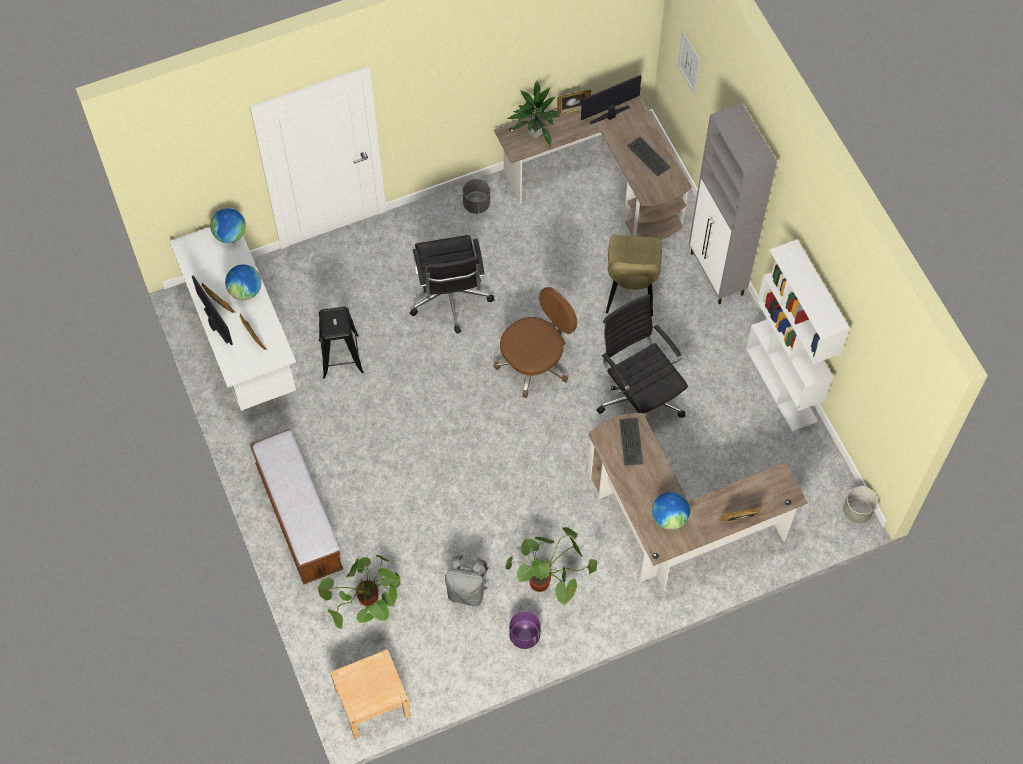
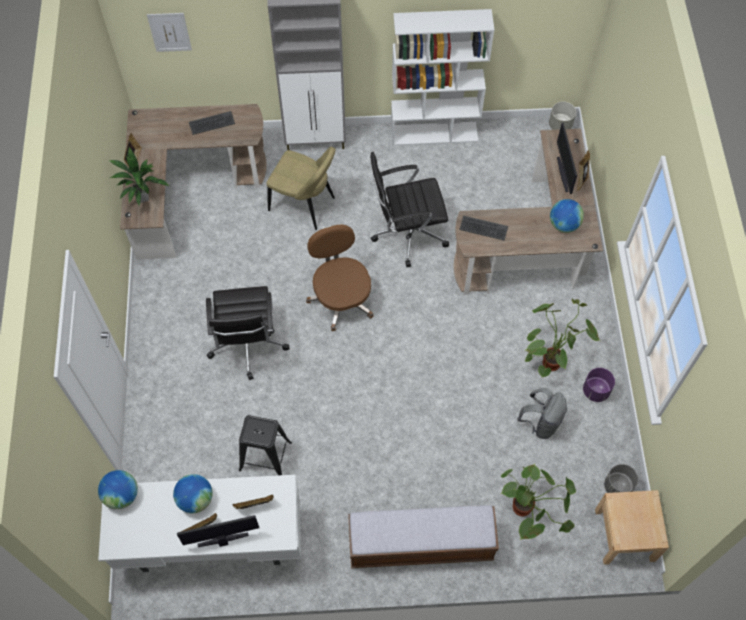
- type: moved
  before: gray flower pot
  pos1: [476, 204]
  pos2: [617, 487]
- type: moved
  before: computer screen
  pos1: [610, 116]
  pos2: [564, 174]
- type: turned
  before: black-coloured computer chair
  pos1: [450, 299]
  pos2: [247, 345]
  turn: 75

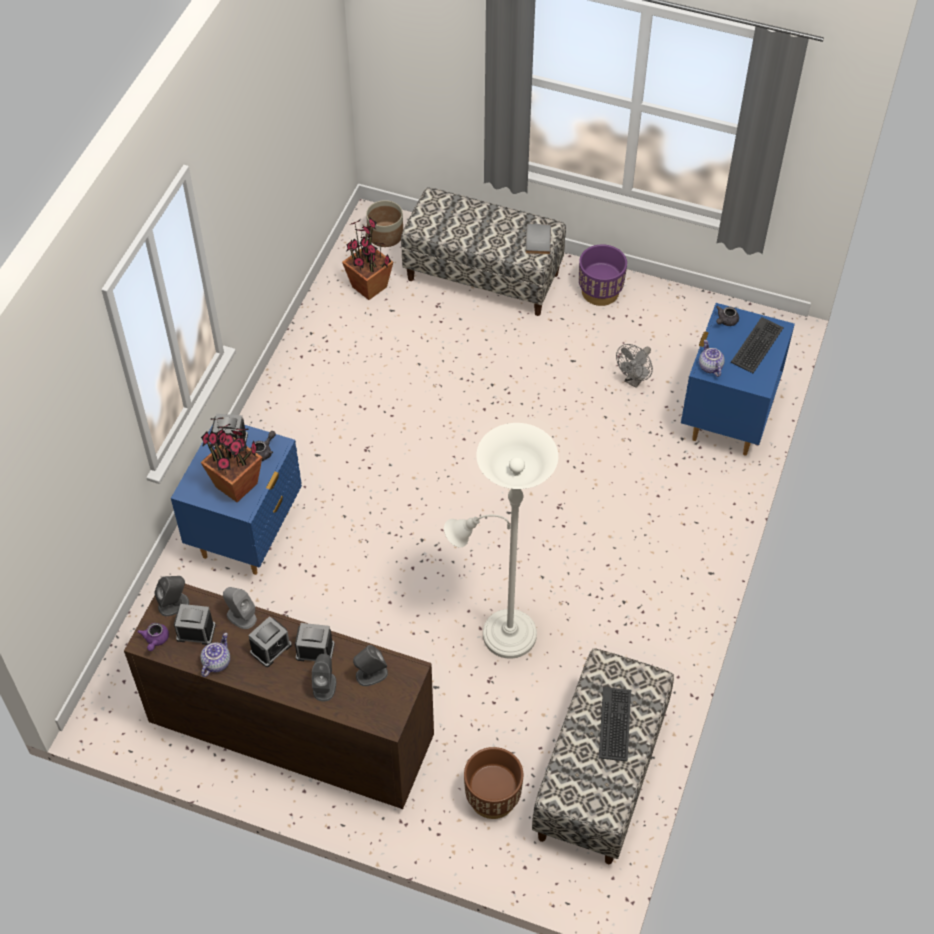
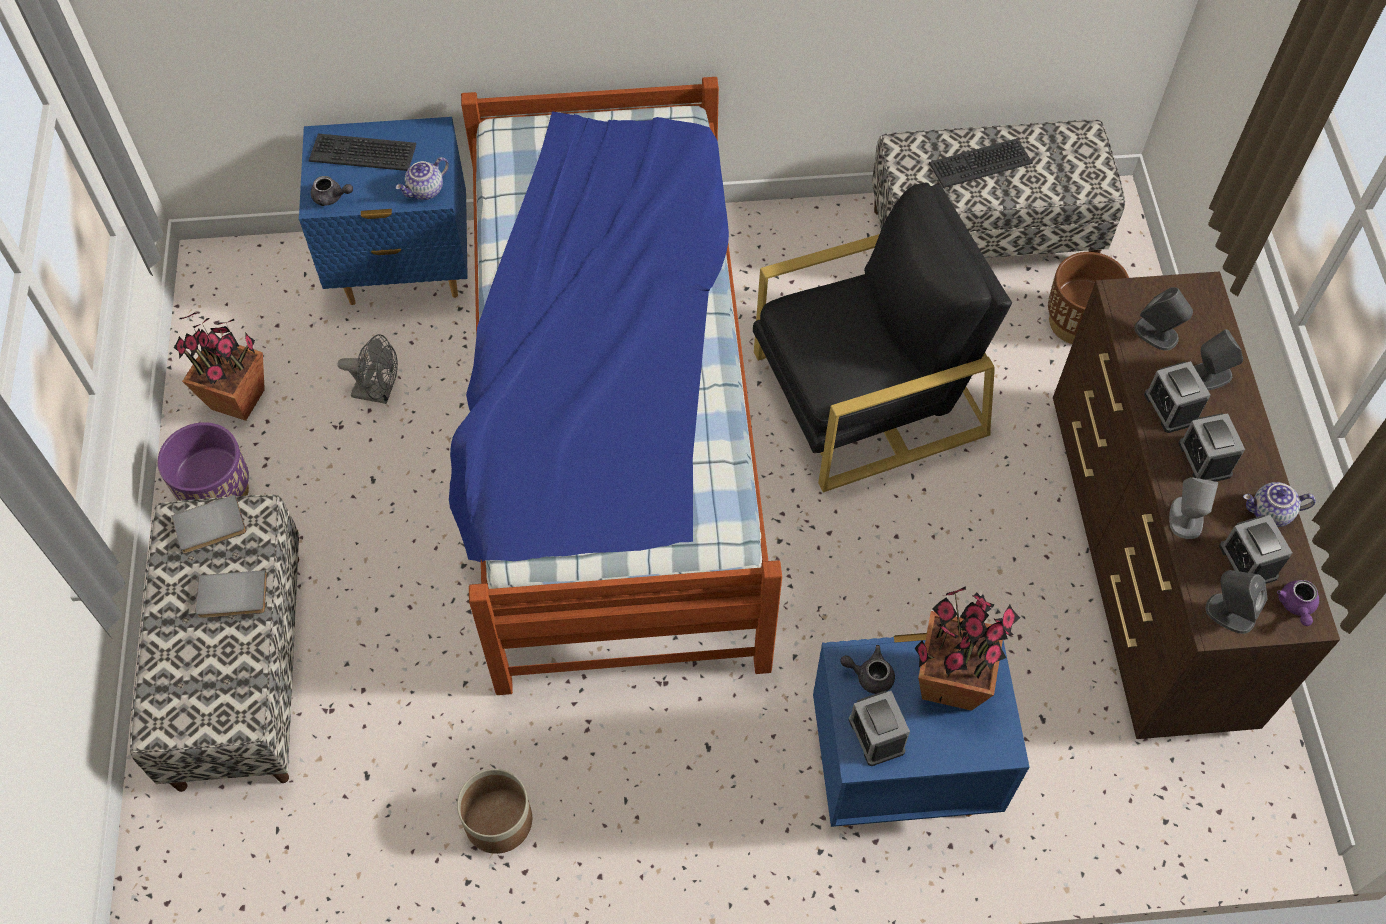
- type: added
  after: gray book
  pos2: [232, 598]
- type: added
  after: bed
  pos2: [612, 429]
- type: moved
  before: houseplant
  pos1: [369, 287]
  pos2: [238, 399]
- type: moved
  before: flower pot
  pos1: [386, 235]
  pos2: [498, 820]
- type: replaced
  before: whitish standard lamp
  after: black-coloured easy chair
  pos1: [501, 634]
  pos2: [867, 394]
- type: turned
  before: purplish tea pot
  pos1: [155, 640]
  pos2: [1296, 606]
  turn: 120
- type: turned
  before: alarm clock
  pos1: [271, 649]
  pos2: [1204, 459]
  turn: -120

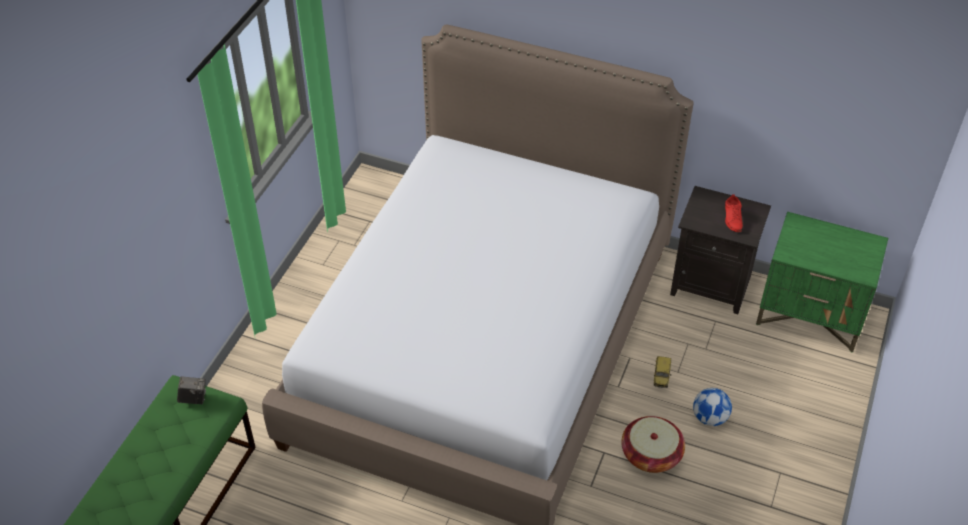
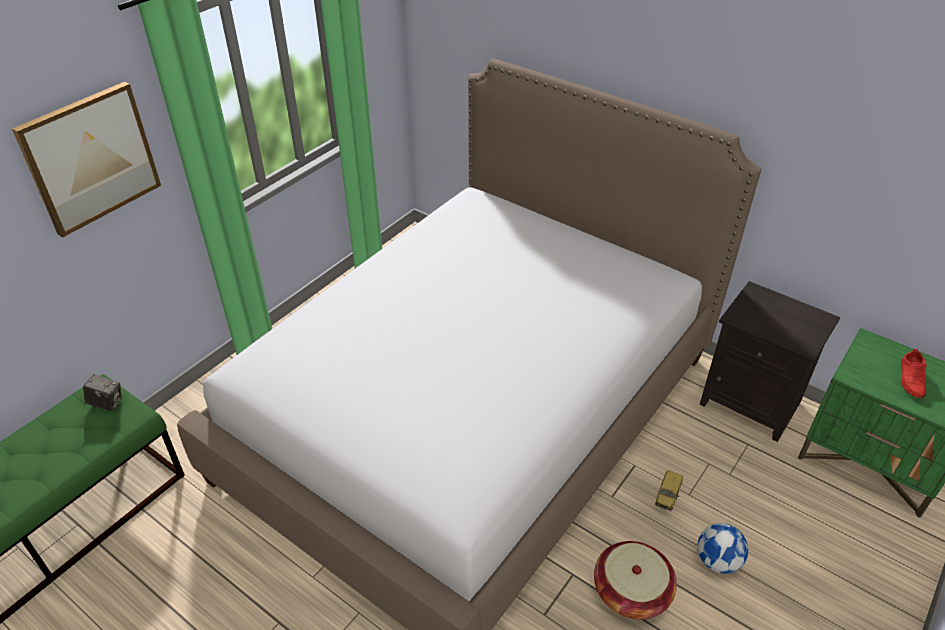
- type: added
  after: picture
  pos2: [90, 158]
- type: moved
  before: reddish shoe
  pos1: [733, 218]
  pos2: [911, 379]

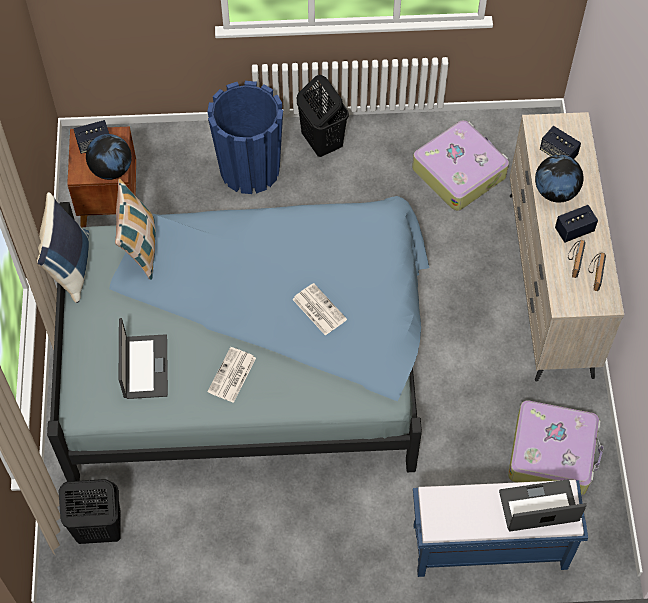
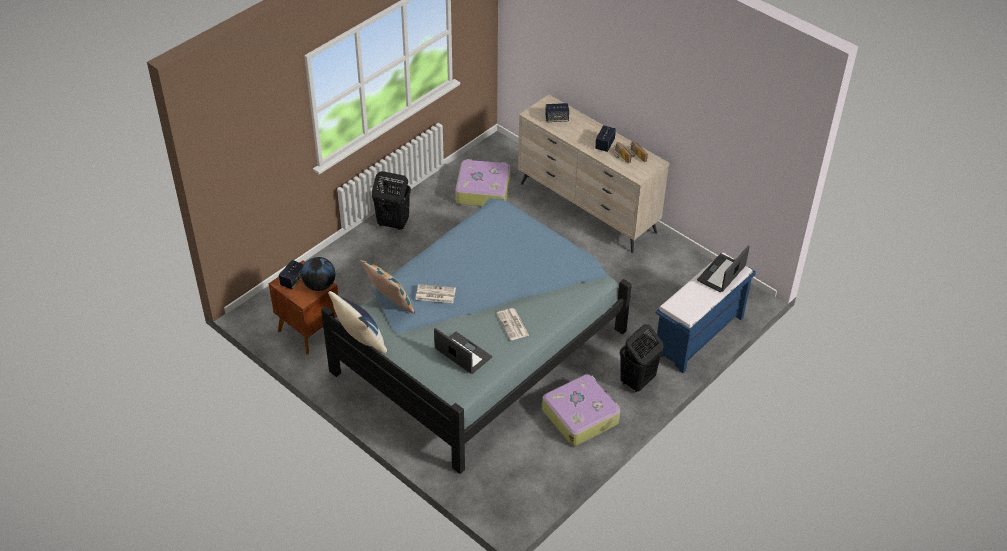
- type: removed
  before: blue-coloured flower pot
  pos1: [250, 169]
- type: removed
  before: globe
  pos1: [555, 191]
- type: moved
  before: black-coloured hamper
  pos1: [98, 529]
  pos2: [637, 381]
- type: moved
  before: newspaper
  pos1: [318, 309]
  pos2: [435, 294]
- type: moved
  before: travel case
  pos1: [553, 453]
  pos2: [580, 415]

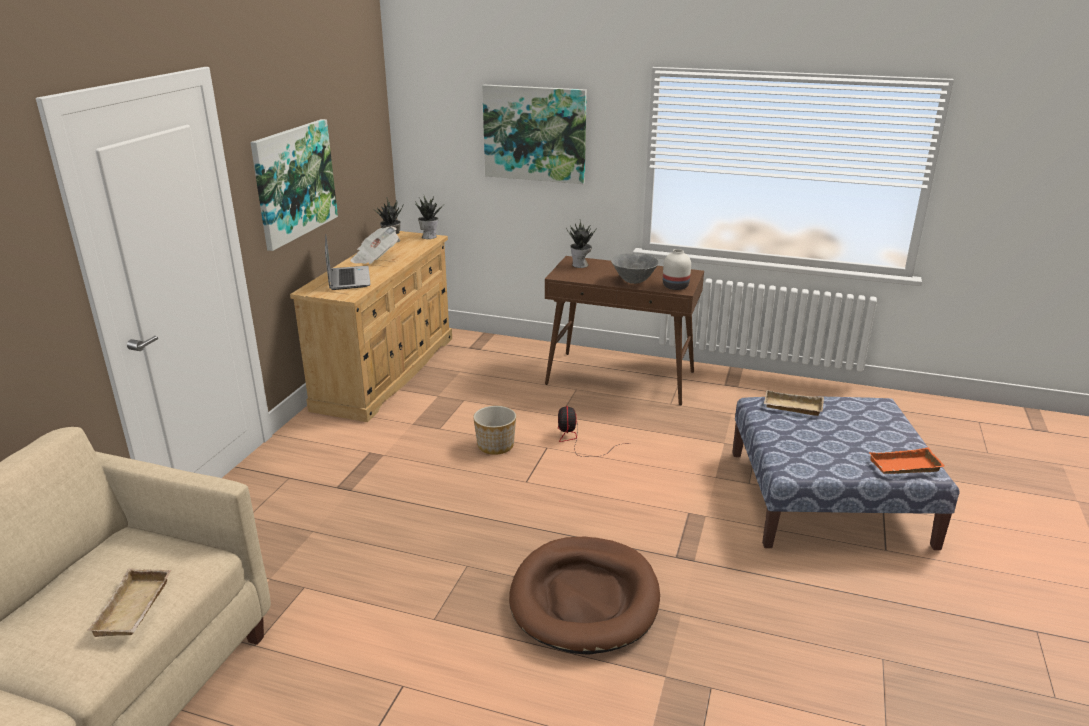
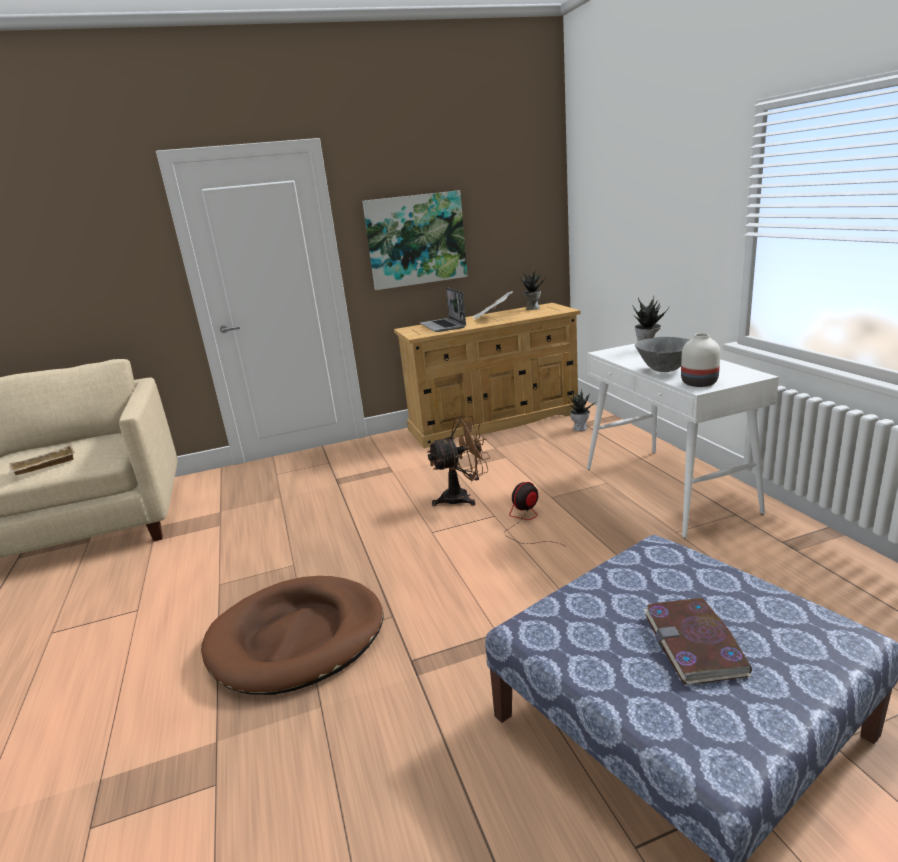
- type: removed
  before: picture
  pos1: [535, 133]
- type: removed
  before: beige-coloured serving tray
  pos1: [791, 407]
- type: removed
  before: orange serving tray
  pos1: [904, 467]
- type: added
  after: book
  pos2: [694, 644]
- type: moved
  before: houseplant
  pos1: [429, 236]
  pos2: [580, 428]
- type: replaced
  before: flower pot
  after: brownish cooling fan
  pos1: [495, 446]
  pos2: [462, 497]
- type: recoloured
  before: brownish console table
  after: whitish console table
  pos1: [621, 378]
  pos2: [668, 490]
- type: turned
  before: notebook computer
  pos1: [348, 279]
  pos2: [443, 326]
  turn: 120

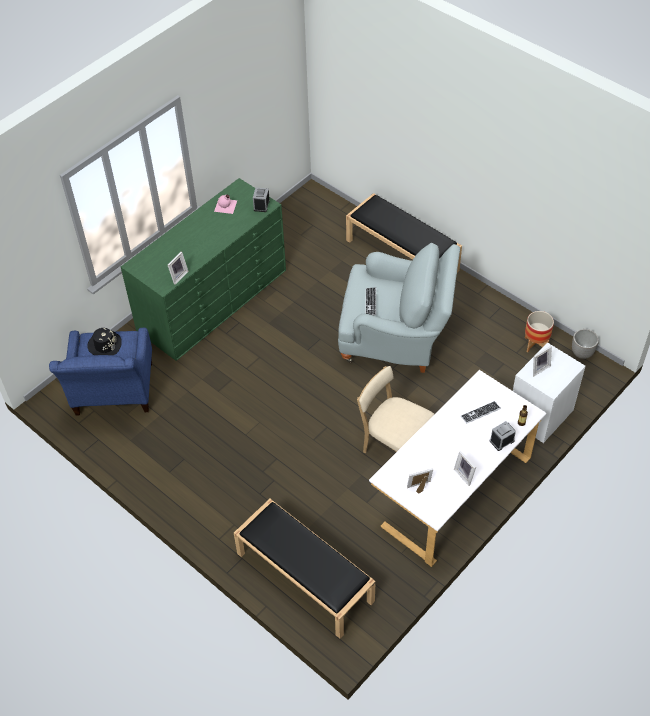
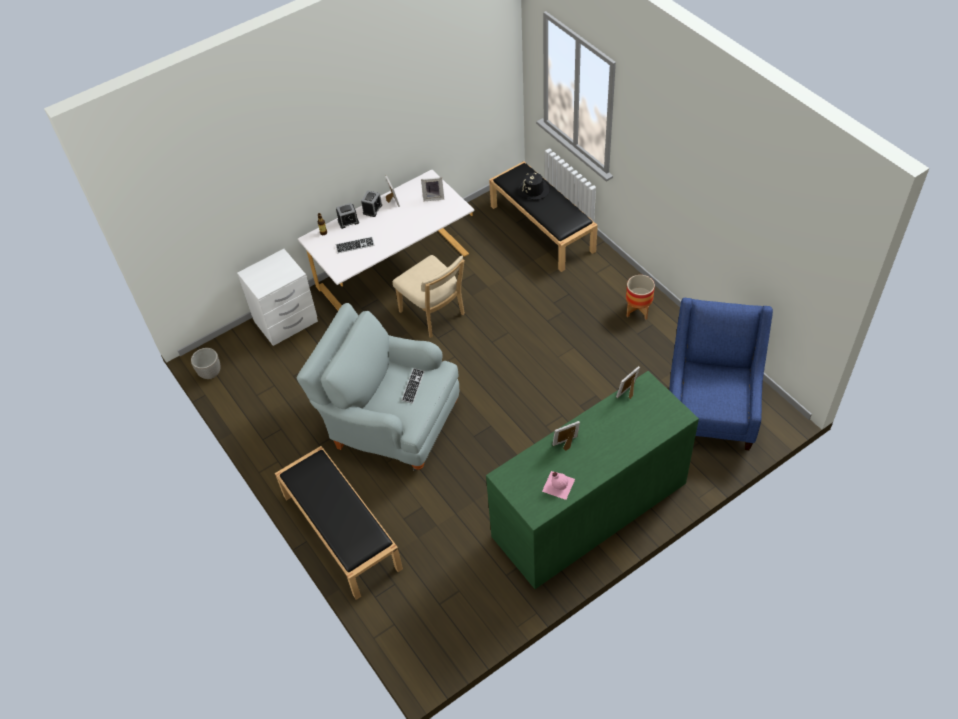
- type: moved
  before: black-coloured hat
  pos1: [105, 345]
  pos2: [533, 190]
- type: moved
  before: alarm clock
  pos1: [261, 205]
  pos2: [372, 209]
- type: moved
  before: flower pot
  pos1: [535, 344]
  pos2: [638, 310]
- type: moved
  before: standing frame
  pos1: [538, 368]
  pos2: [567, 444]

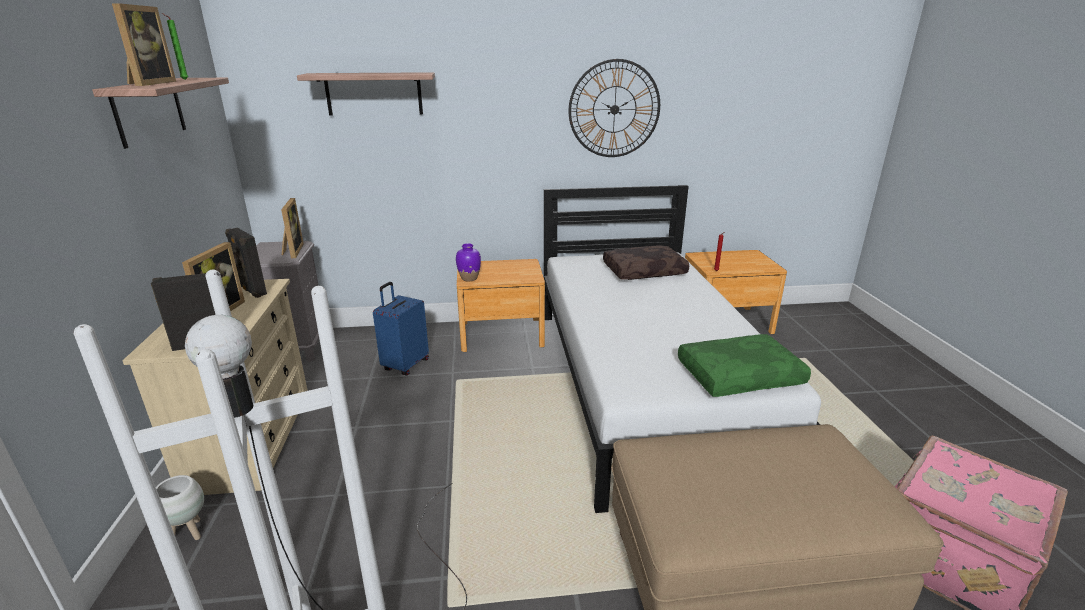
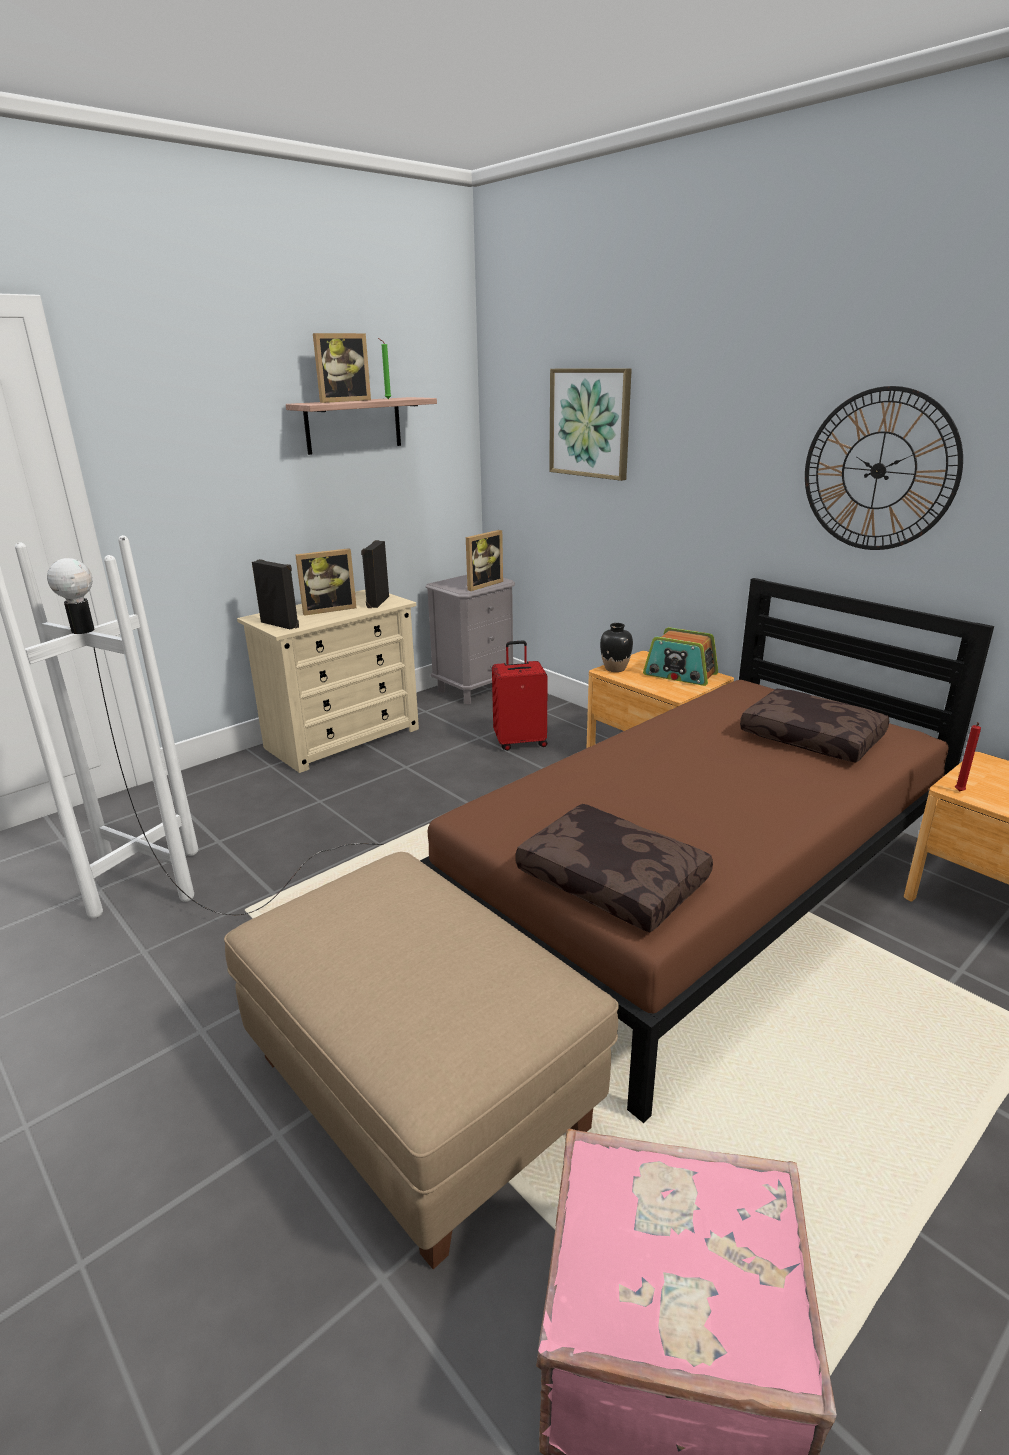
- type: removed
  before: whitish flower pot
  pos1: [189, 532]
- type: added
  after: radio set
  pos2: [680, 674]
- type: replaced
  before: bracket shelf
  after: picture
  pos1: [374, 94]
  pos2: [590, 423]
- type: recoloured
  before: blue-coloured travel case
  after: reddish travel case
  pos1: [405, 365]
  pos2: [520, 742]
- type: recoloured
  before: purplish decorative vase
  after: black-coloured decorative vase
  pos1: [469, 278]
  pos2: [615, 668]
- type: recoloured
  before: whitish bed
  after: brownish bed
  pos1: [645, 385]
  pos2: [701, 893]
- type: recoloured
  before: green-coloured cushion
  after: brownish cushion
  pos1: [739, 375]
  pos2: [614, 880]

